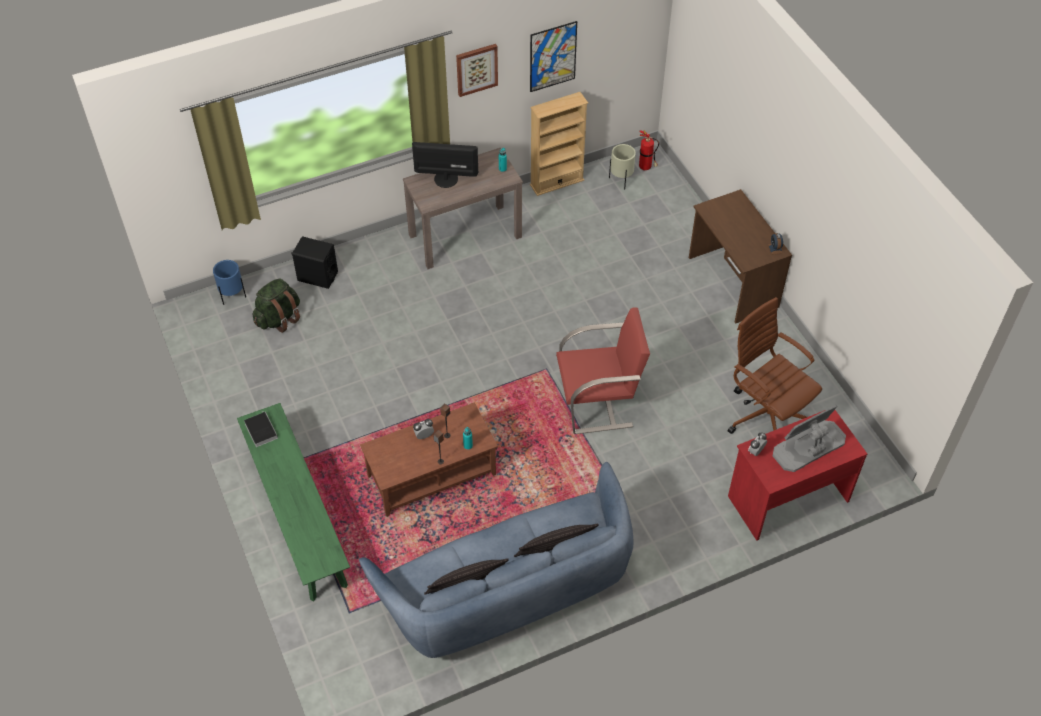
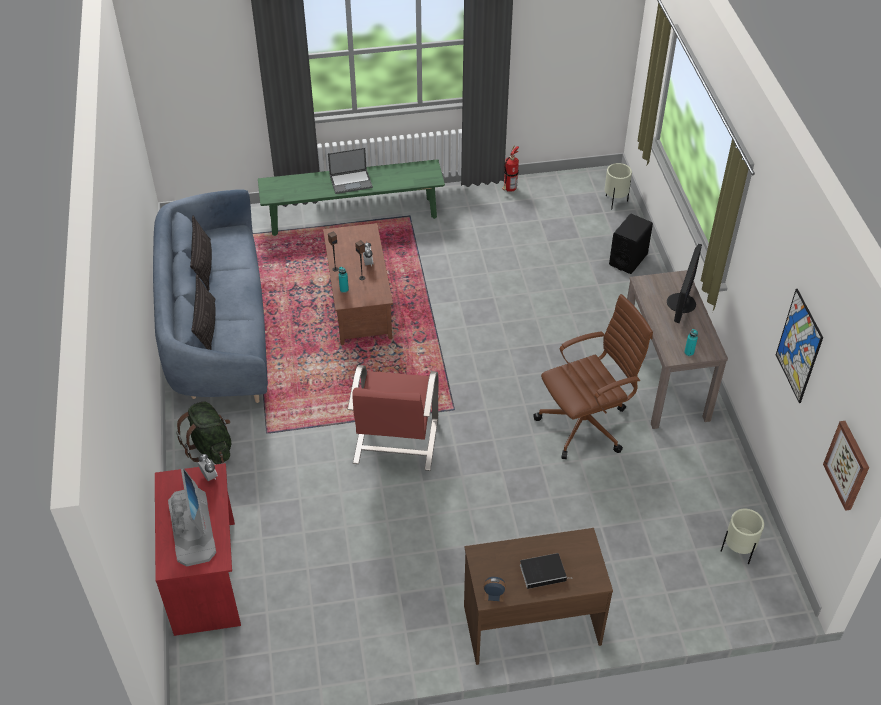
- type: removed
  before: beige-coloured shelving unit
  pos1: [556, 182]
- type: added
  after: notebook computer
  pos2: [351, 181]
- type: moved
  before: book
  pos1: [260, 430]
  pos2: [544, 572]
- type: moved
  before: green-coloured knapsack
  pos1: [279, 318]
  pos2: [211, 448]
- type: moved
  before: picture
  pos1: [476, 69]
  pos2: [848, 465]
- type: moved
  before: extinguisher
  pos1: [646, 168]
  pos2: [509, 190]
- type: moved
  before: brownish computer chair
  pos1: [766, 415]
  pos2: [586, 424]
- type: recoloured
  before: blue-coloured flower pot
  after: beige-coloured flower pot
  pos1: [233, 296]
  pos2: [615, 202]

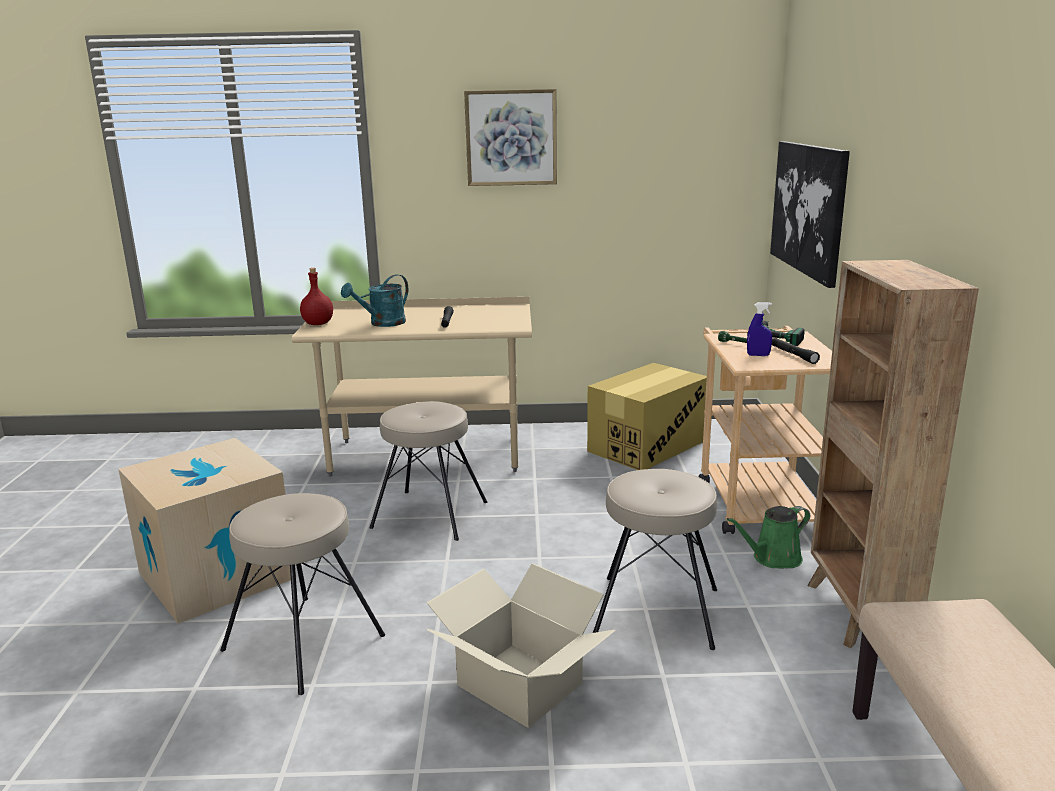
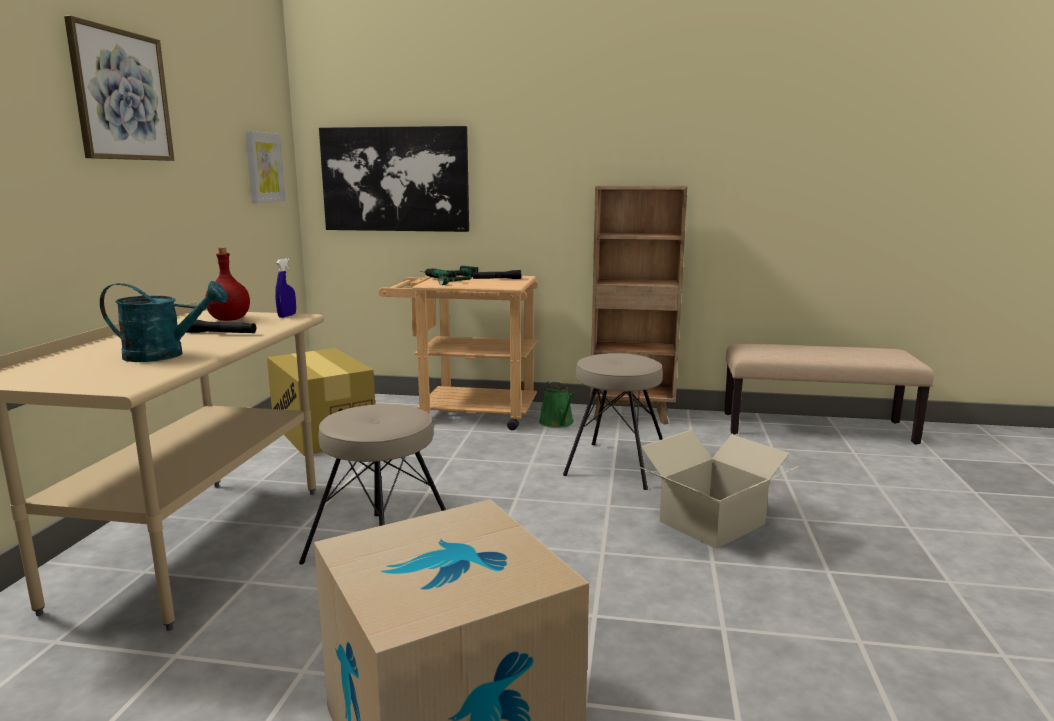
- type: removed
  before: beige-coloured stool seat
  pos1: [304, 641]
- type: added
  after: picture
  pos2: [264, 167]
- type: moved
  before: reddish drink bottle
  pos1: [318, 324]
  pos2: [230, 319]
- type: moved
  before: blue-coloured spray bottle
  pos1: [758, 355]
  pos2: [287, 316]
- type: turned
  before: turquoise watering can
  pos1: [382, 324]
  pos2: [165, 355]
  turn: -60

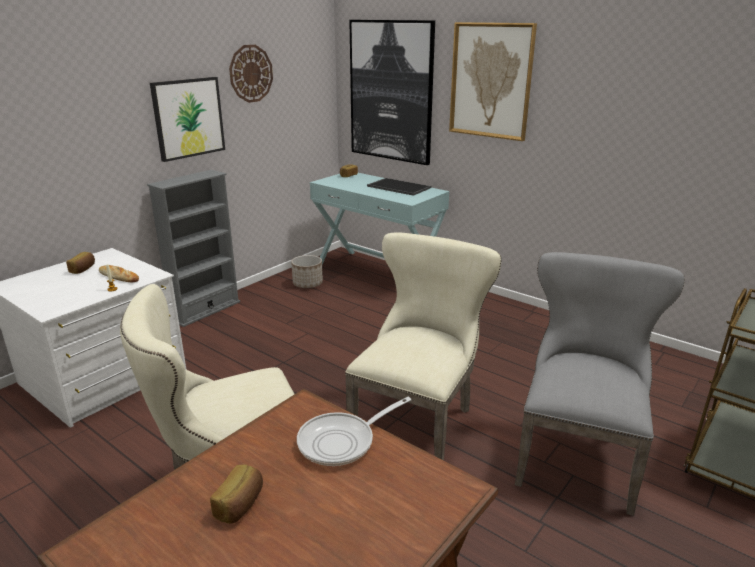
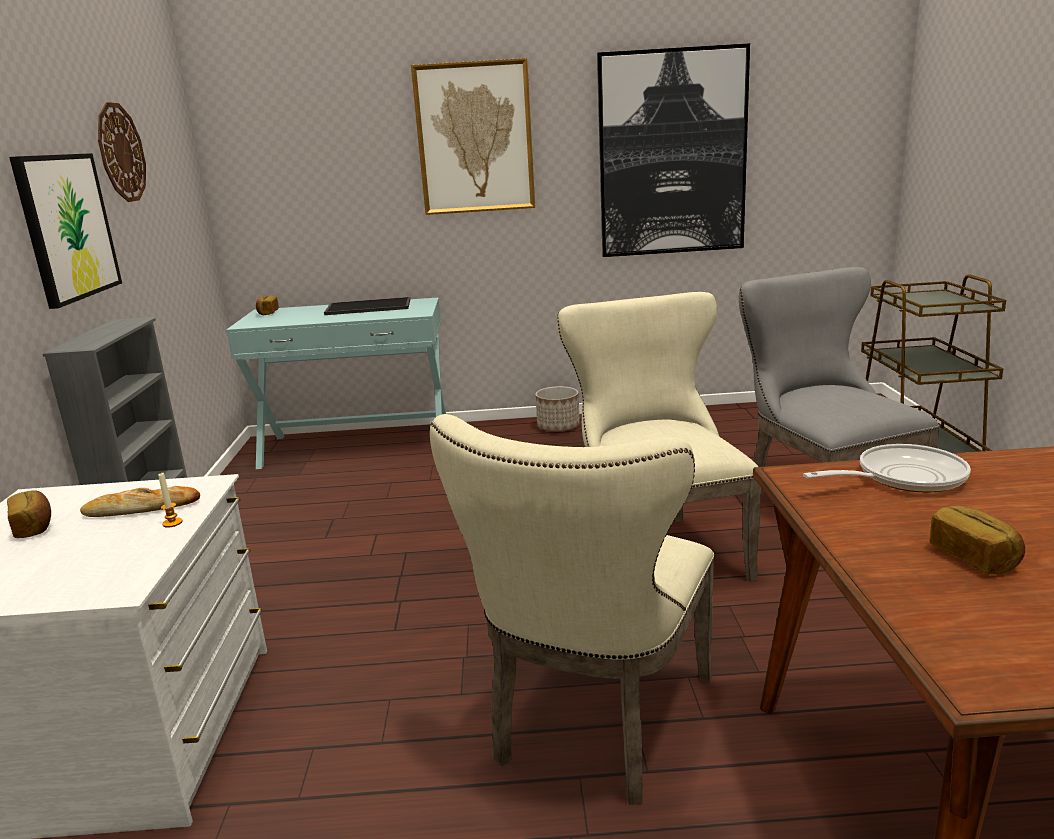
- type: moved
  before: flower pot
  pos1: [308, 284]
  pos2: [558, 427]
- type: moved
  before: picture
  pos1: [391, 92]
  pos2: [672, 154]
- type: turned
  before: pan
  pos1: [342, 442]
  pos2: [902, 478]
  turn: -120

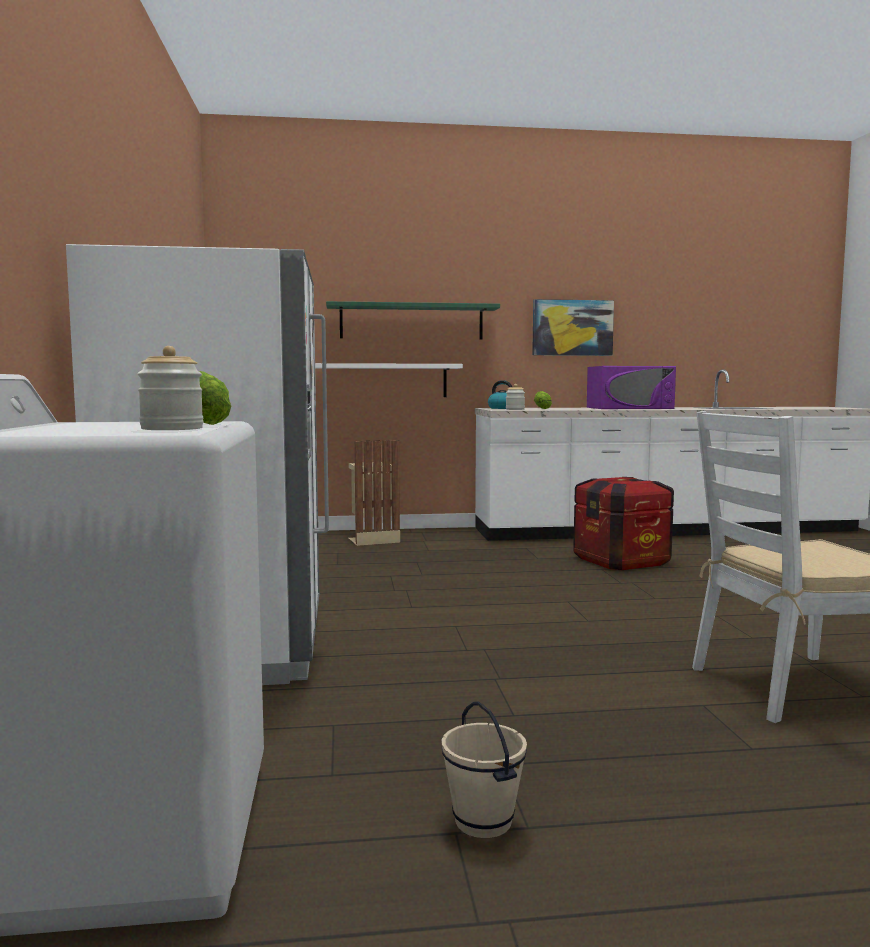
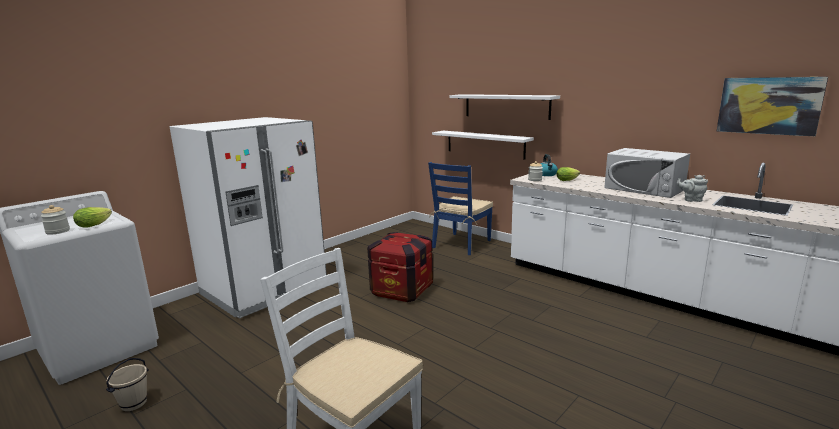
- type: added
  after: gray tea pot
  pos2: [691, 200]
- type: moved
  before: picture
  pos1: [572, 328]
  pos2: [768, 105]
- type: moved
  before: shipping crate
  pos1: [621, 561]
  pos2: [402, 290]
- type: replaced
  before: beige-coloured rubbish bin
  after: blue-coloured upright chair
  pos1: [372, 539]
  pos2: [461, 244]
- type: recoloured
  before: green-coloured bracket shelf
  after: whitish bracket shelf
  pos1: [411, 322]
  pos2: [506, 106]
- type: recoloured
  before: purplish kitchen microwave
  after: whitish kitchen microwave
  pos1: [629, 408]
  pos2: [644, 188]

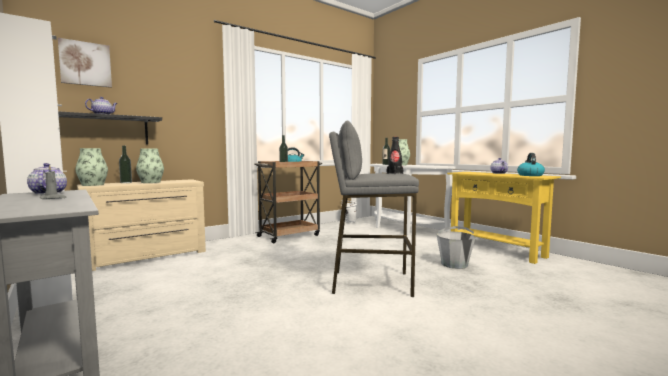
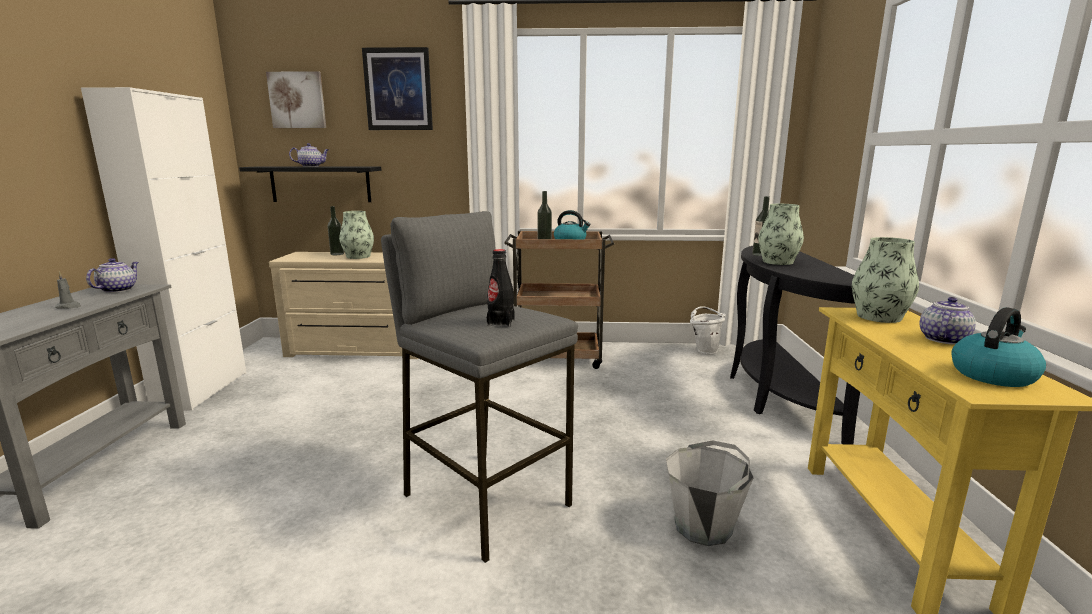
- type: added
  after: picture
  pos2: [398, 89]
- type: moved
  before: decorative vase
  pos1: [93, 185]
  pos2: [878, 317]
- type: recoloured
  before: whitish console table
  after: black-coloured console table
  pos1: [401, 229]
  pos2: [774, 394]

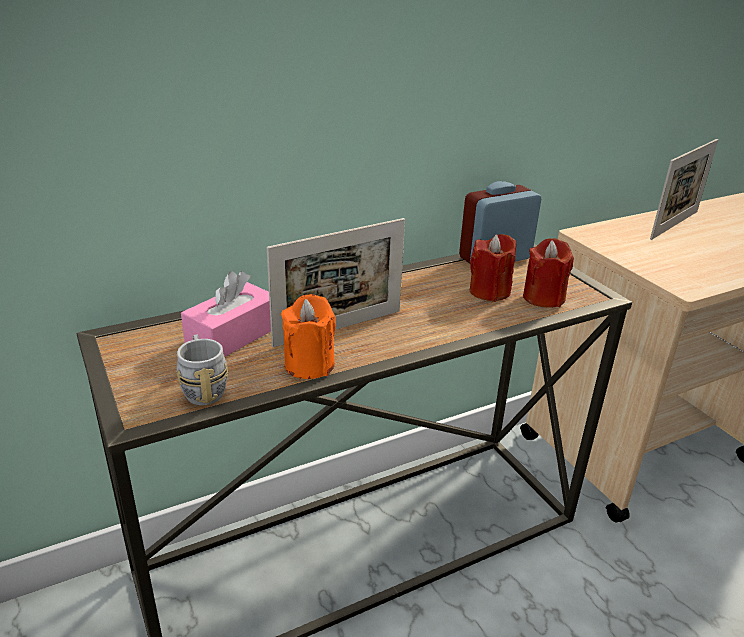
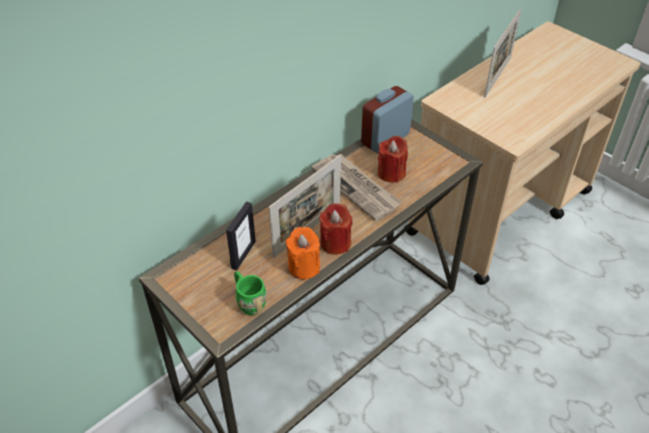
- type: added
  after: newspaper
  pos2: [357, 188]
- type: moved
  before: reddish candle
  pos1: [543, 298]
  pos2: [335, 243]
- type: replaced
  before: pinkish box of tissues
  after: standing frame
  pos1: [233, 336]
  pos2: [243, 254]
- type: recoloured
  before: gray tea mug
  after: green-coloured tea mug
  pos1: [203, 387]
  pos2: [248, 301]

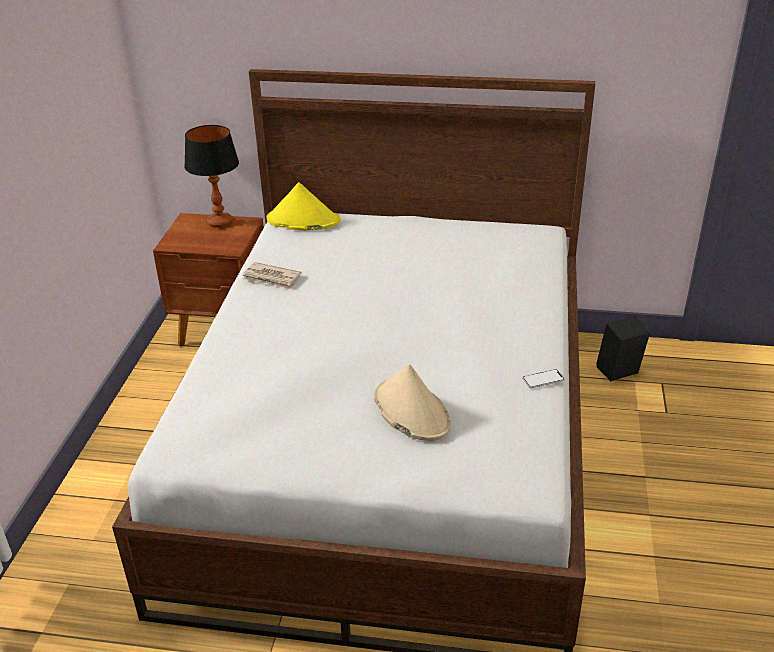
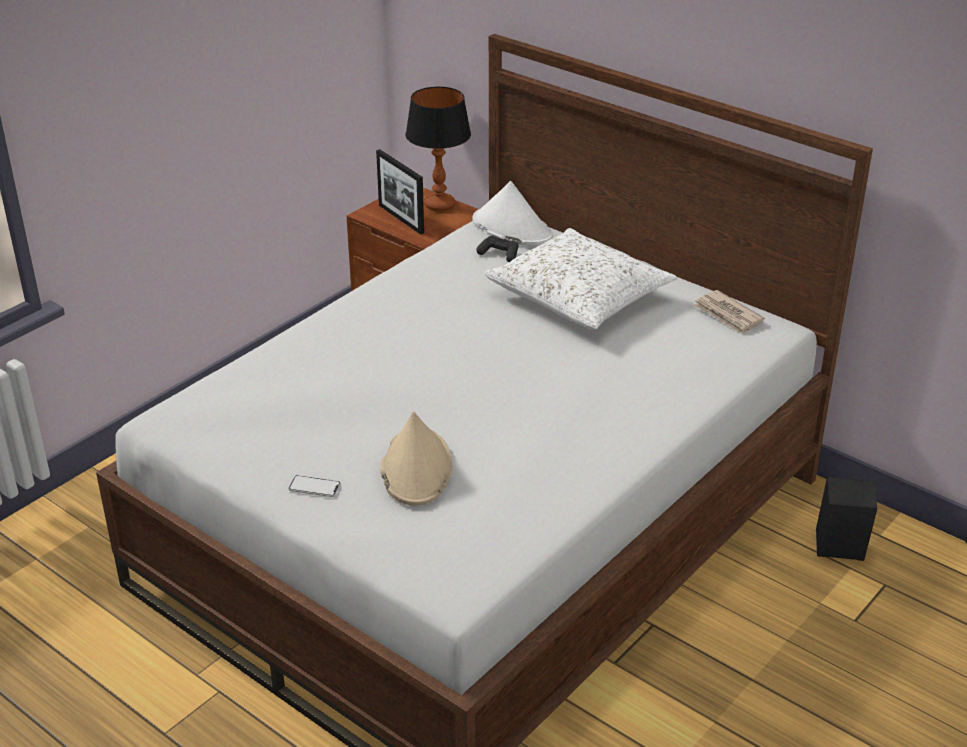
- type: added
  after: standing frame
  pos2: [401, 219]
- type: added
  after: black-coloured gamepad
  pos2: [499, 254]
- type: added
  after: whitish cushion
  pos2: [580, 297]
- type: moved
  before: newspaper
  pos1: [272, 278]
  pos2: [728, 315]
- type: moved
  before: phone
  pos1: [543, 379]
  pos2: [314, 487]
- type: recoloured
  before: yellowish hat
  after: whitish hat
  pos1: [303, 220]
  pos2: [511, 228]

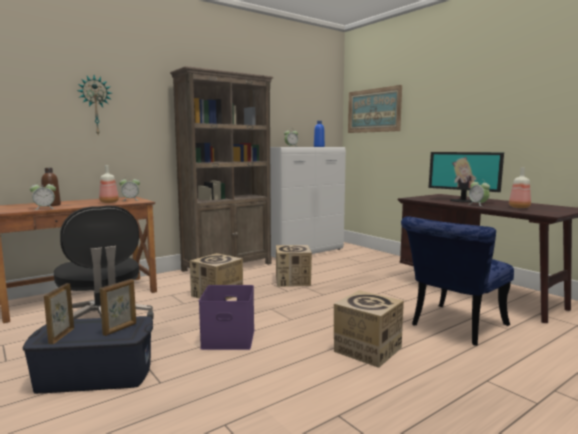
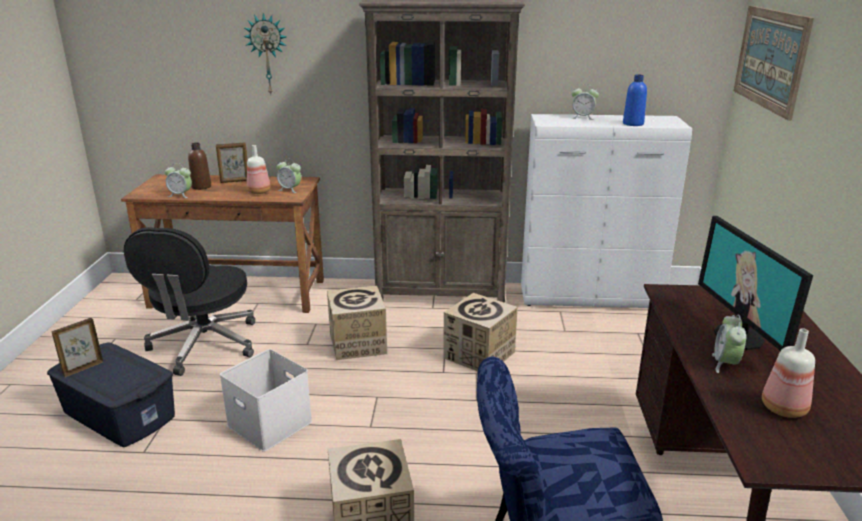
- type: moved
  before: standing frame
  pos1: [120, 329]
  pos2: [235, 181]
- type: recoloured
  before: purplish storage bin
  after: whitish storage bin
  pos1: [230, 338]
  pos2: [271, 423]

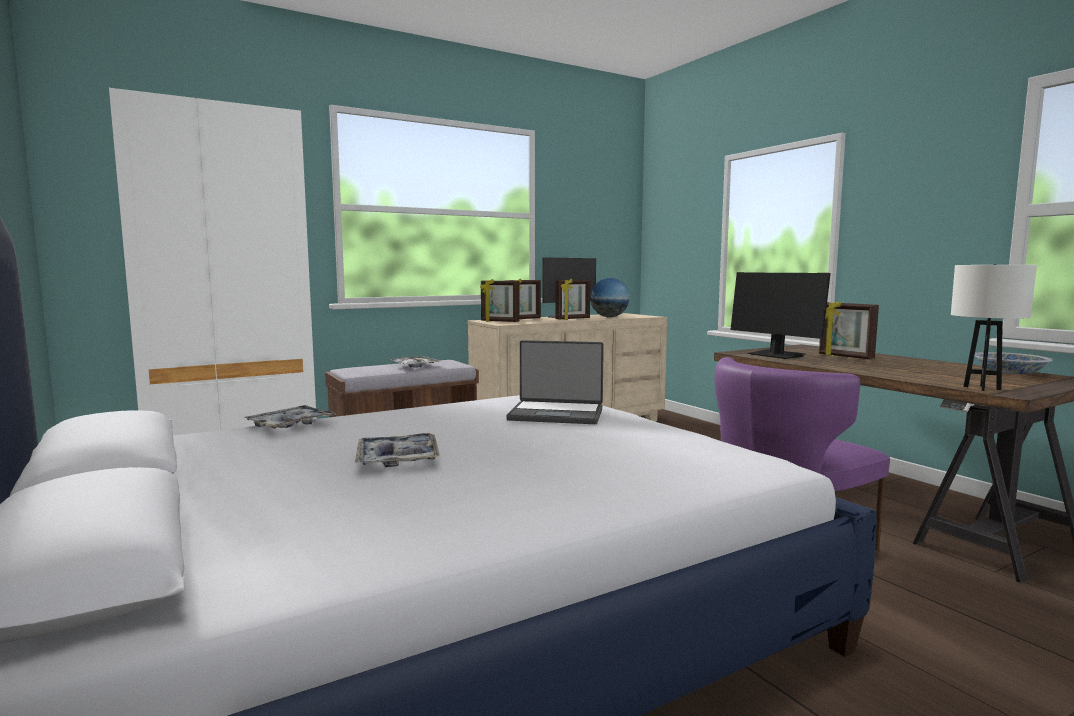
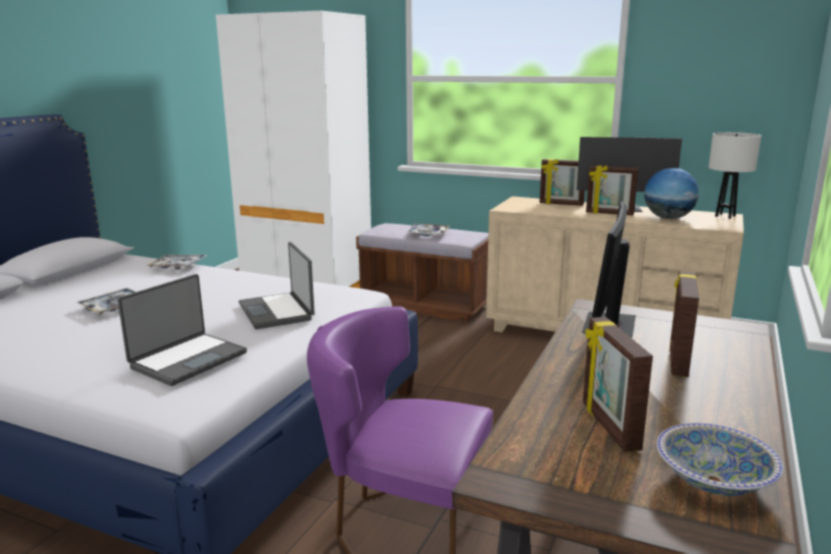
- type: added
  after: notebook computer
  pos2: [187, 360]
- type: moved
  before: standing frame
  pos1: [499, 321]
  pos2: [608, 426]
- type: moved
  before: whitish tabletop lamp
  pos1: [982, 388]
  pos2: [725, 216]

